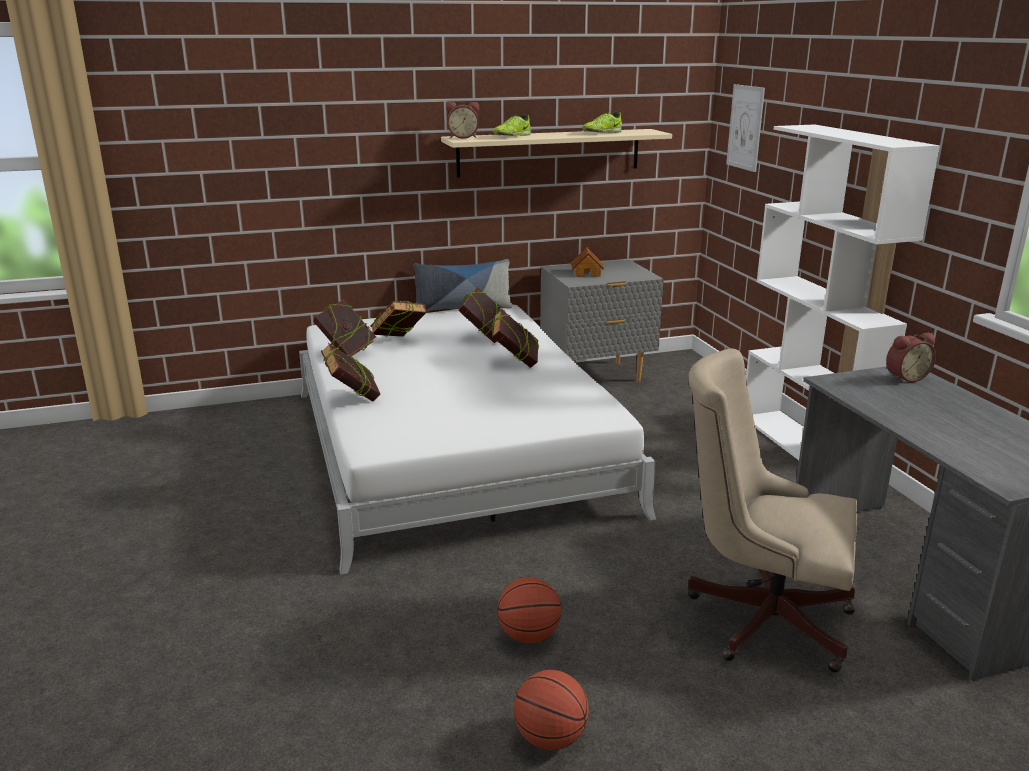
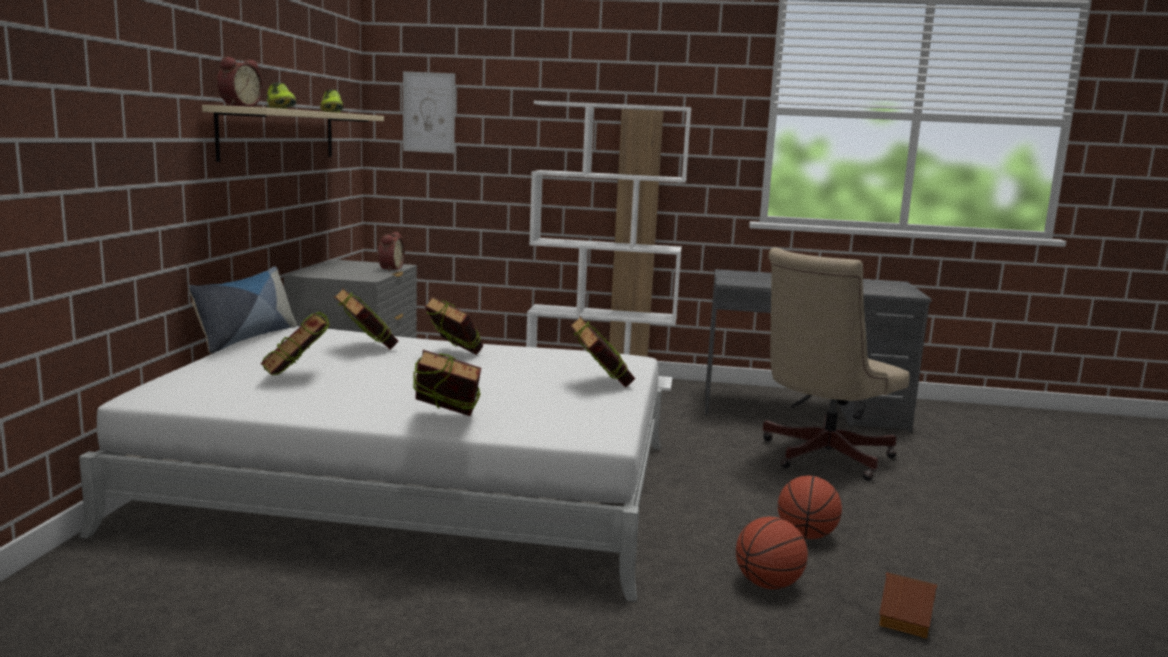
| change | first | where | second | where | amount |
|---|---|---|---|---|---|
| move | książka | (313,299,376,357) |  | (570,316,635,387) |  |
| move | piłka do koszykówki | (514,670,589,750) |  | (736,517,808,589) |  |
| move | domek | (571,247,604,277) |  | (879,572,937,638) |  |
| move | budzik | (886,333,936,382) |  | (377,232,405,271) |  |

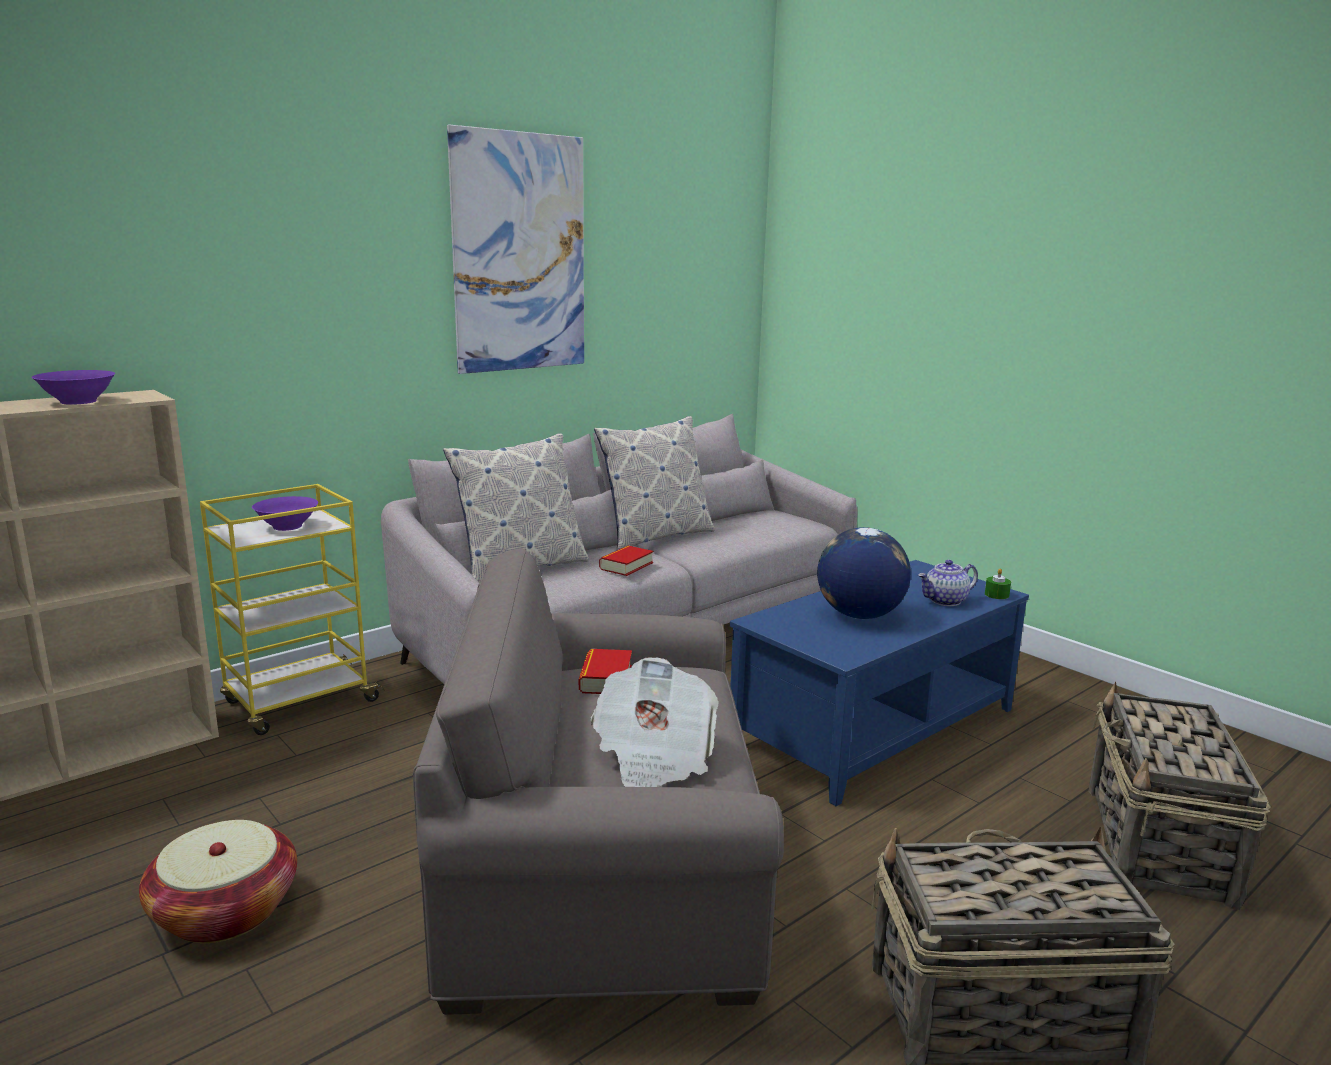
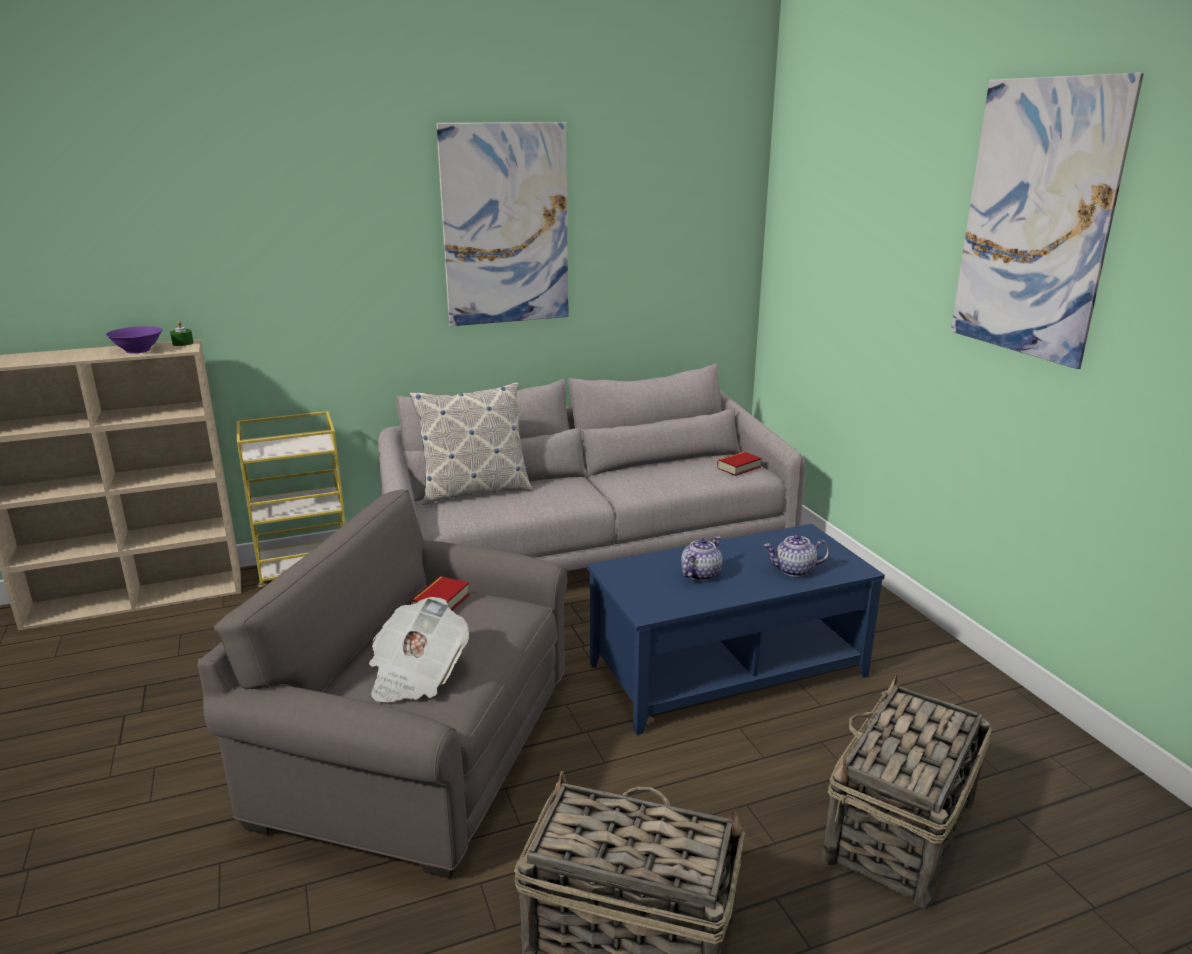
| change | first | where | second | where | amount |
|---|---|---|---|---|---|
| delete | koszyk | (139,820,297,943) |  |  |  |
| delete | miska [fioletowy] | (252,496,318,531) |  |  |  |
| delete | poduszka | (594,416,714,550) |  |  |  |
| insert |  |  | obraz | (951,72,1144,369) |  |
| move | książka | (599,545,653,576) |  | (717,452,762,476) |  |
| move | świeca [zielony] | (985,568,1011,599) |  | (170,321,193,346) |  |
| replace | globus | (817,527,911,619) | imbryk | (681,536,722,581) |  |

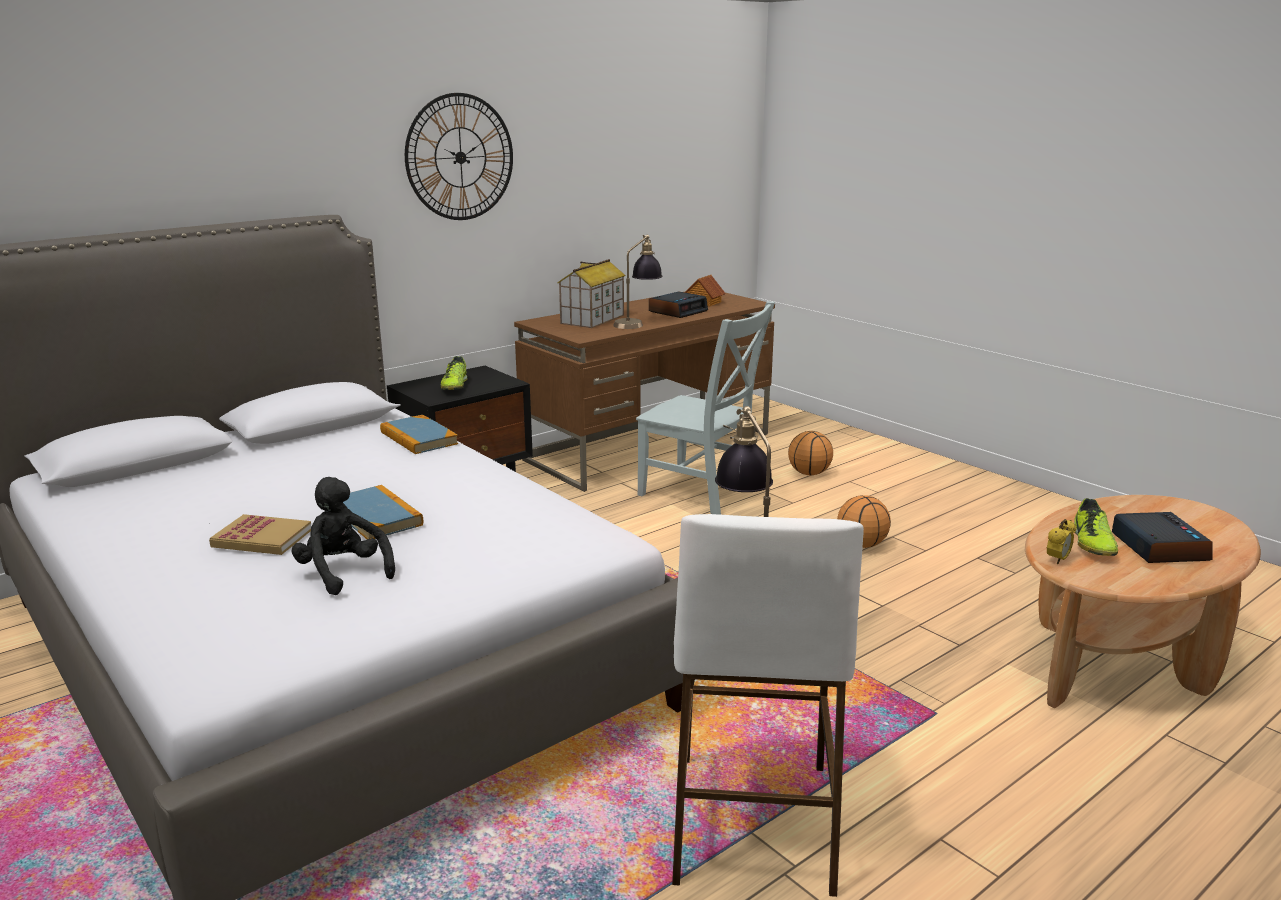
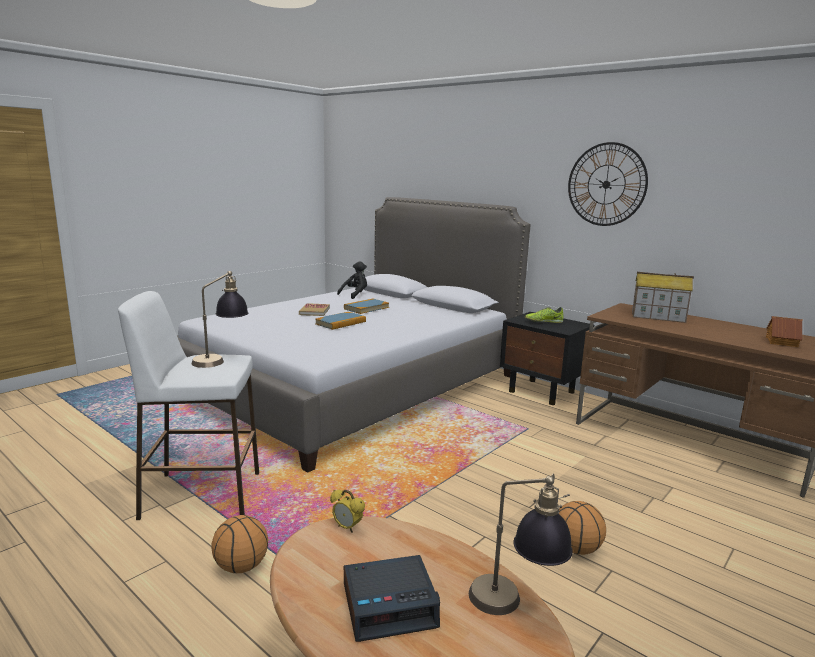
| change | first | where | second | where | amount |
|---|---|---|---|---|---|
| delete | krzesło [szary] | (636,301,775,515) |  |  |  |
| delete | budzik | (649,292,708,318) |  |  |  |
| delete | but | (1074,498,1118,556) |  |  |  |
| move | pluszak [czarny] | (291,477,395,595) |  | (337,261,367,299) |  |
| move | książka | (380,415,458,454) |  | (344,299,389,314) |  |
| move | lampa stołowa | (613,235,662,329) |  | (469,473,573,615) |  |
| move | piłka do koszykówki | (788,431,833,475) |  | (211,515,268,573) |  |

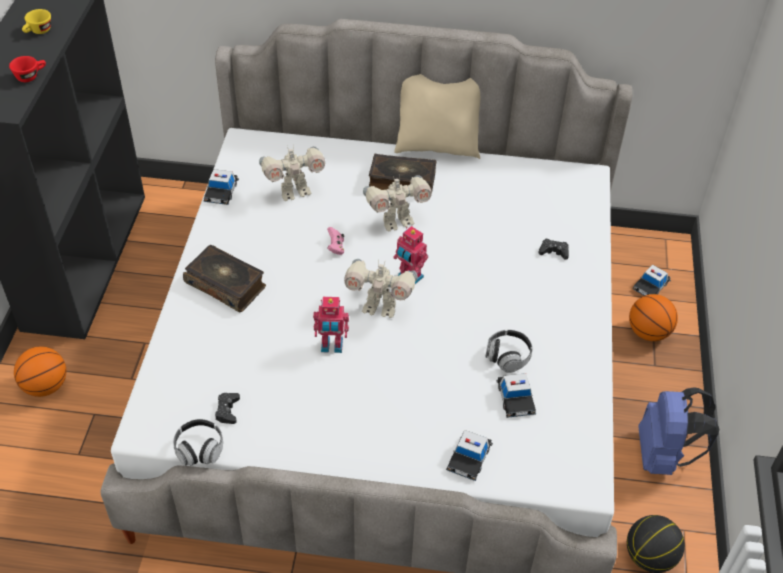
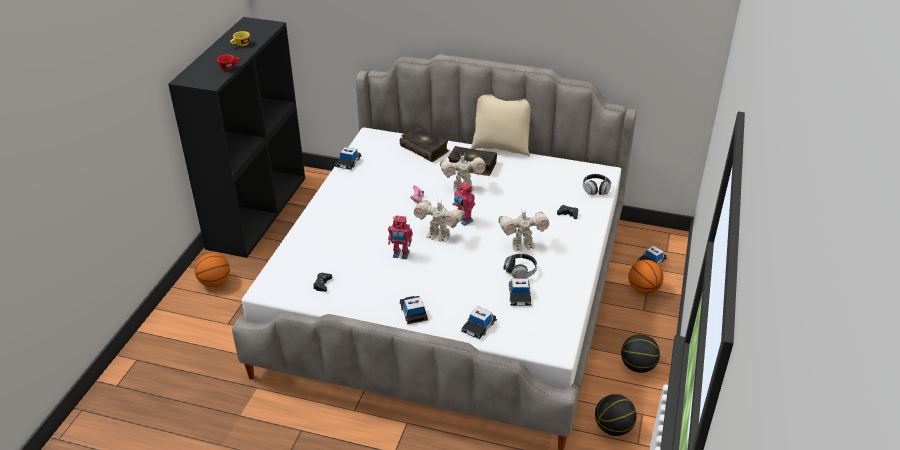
| change | first | where | second | where | amount |
|---|---|---|---|---|---|
| insert |  |  | samochodzik | (399,296,428,325) |  |
| move | słuchawki | (173,419,223,466) |  | (583,174,611,195) |  |
| move | książka | (183,245,266,312) |  | (400,126,449,162) |  |
| move | robot zabawkowy | (259,146,325,201) |  | (498,208,549,251) |  |
| replace | plecak [niebieski] | (638,387,720,475) | piłka do koszykówki | (621,334,660,373) |  |

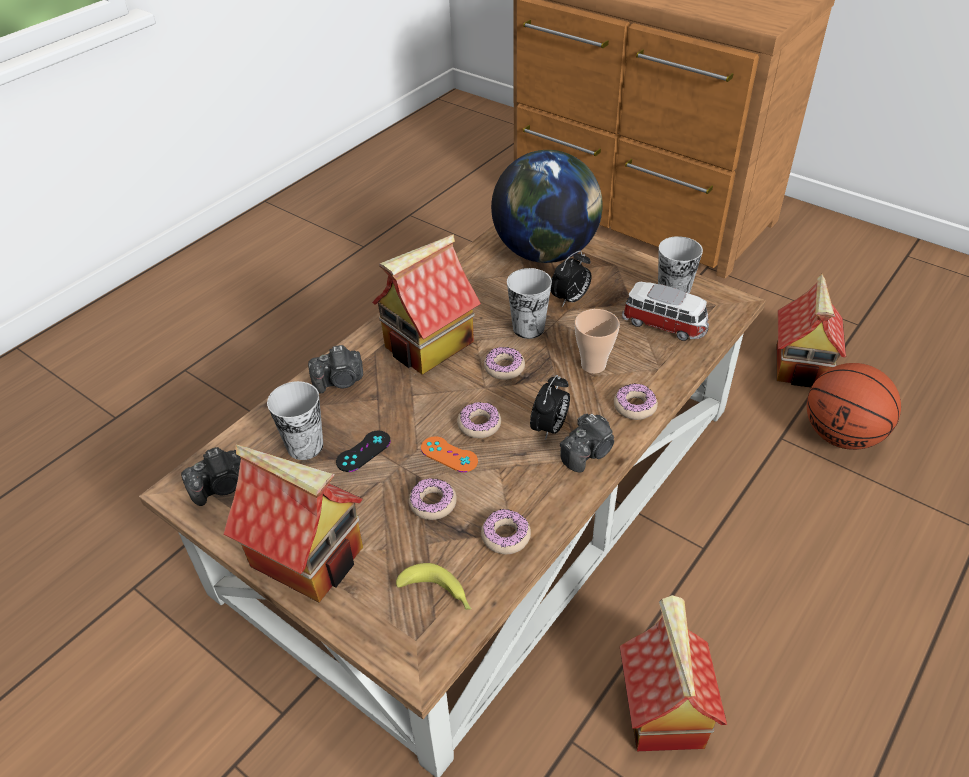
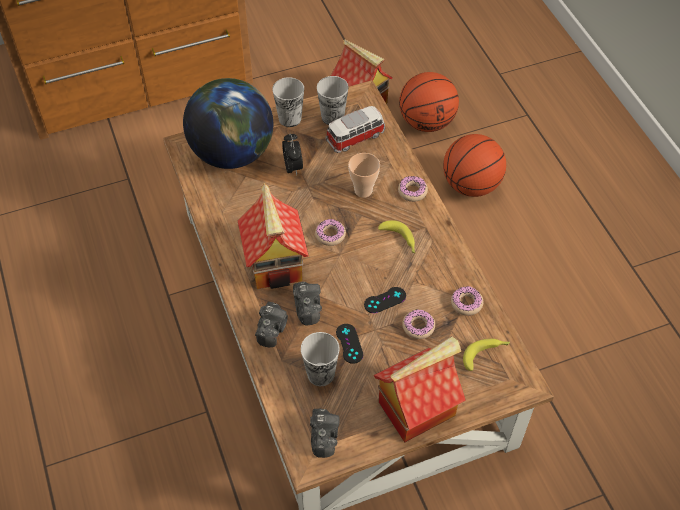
| change | first | where | second | where | amount |
|---|---|---|---|---|---|
| delete | donut | (457,402,501,438) |  |  |  |
| delete | domek | (620,595,727,751) |  |  |  |
| insert |  |  | piłka do koszykówki | (443,134,506,197) |  |
| move | filiżanka | (507,268,552,339) |  | (272,77,304,127) |  |
| move | aparat fotograficzny | (560,414,614,473) |  | (293,282,322,326) |  |
| replace | budzik | (530,375,570,440) | banan | (378,220,415,253) |  |
| recolor | pad do gier [pomarańczowy] | (421,436,478,472) | pad do gier [czarny] | (364,287,406,313) |  |

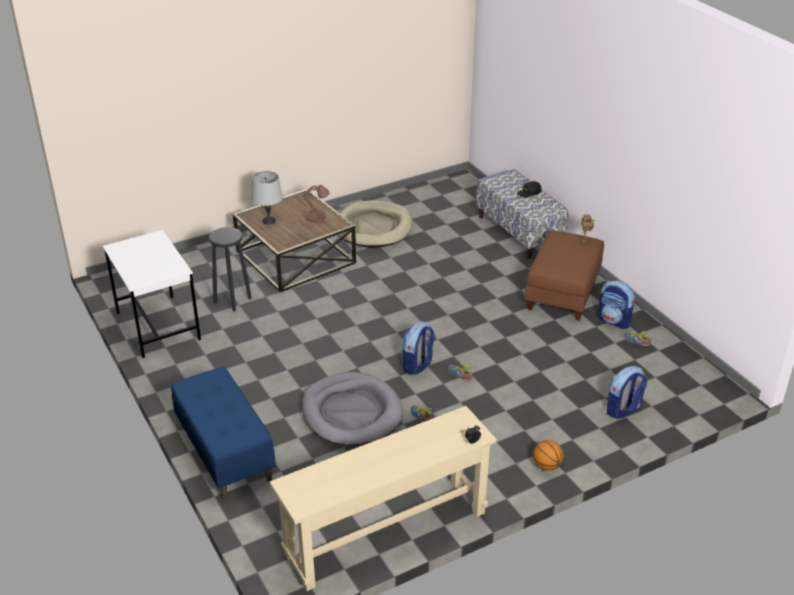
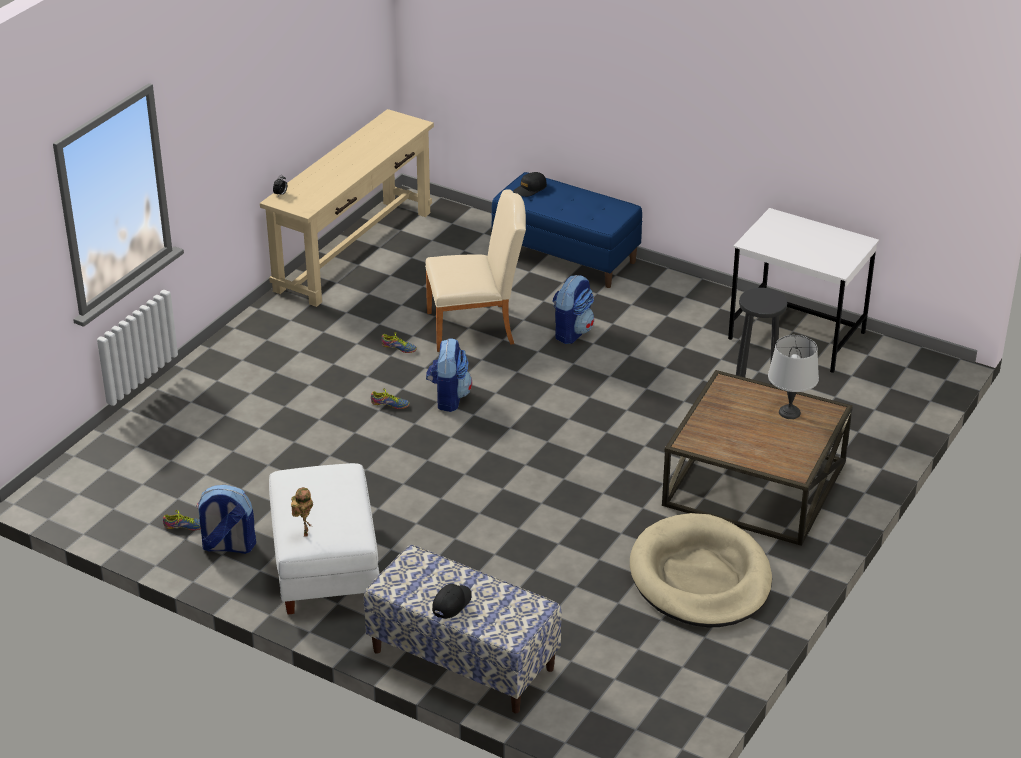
| change | first | where | second | where | amount |
|---|---|---|---|---|---|
| delete | lampa stołowa [brązowy] | (302,185,330,223) |  |  |  |
| delete | piłka do koszykówki | (533,440,564,471) |  |  |  |
| insert |  |  | czapka z daszkiem [czarny] | (513,172,547,197) |  |
| move | plecak | (607,366,647,419) |  | (552,275,594,344) |  |
| replace | legowisko [szary] | (302,372,403,446) | krzesło [beżowy] | (425,189,526,352) |  |
| recolor | pufa [brązowy] | (524,231,604,321) | pufa [biały] | (269,463,379,614) |  |

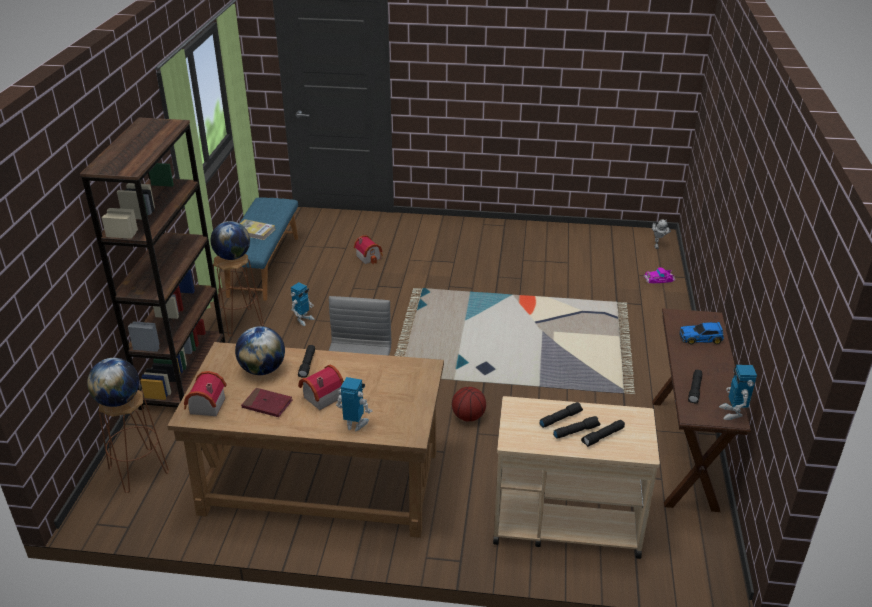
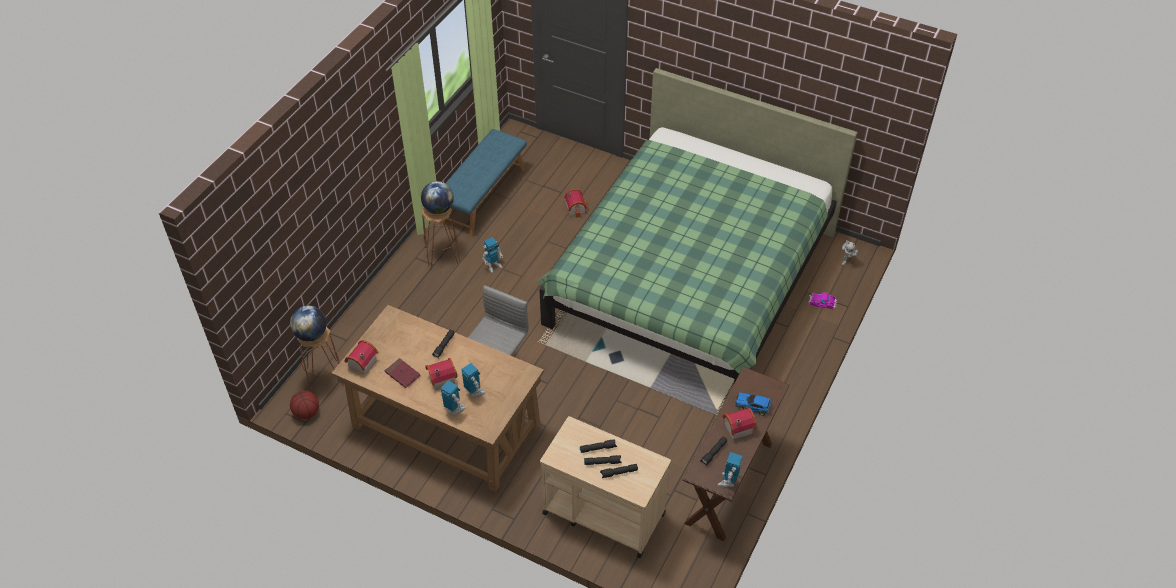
| change | first | where | second | where | amount |
|---|---|---|---|---|---|
| delete | regał [brązowy] | (80,118,225,410) |  |  |  |
| delete | globus | (235,326,285,375) |  |  |  |
| delete | książka | (240,219,275,240) |  |  |  |
| insert |  |  | robot zabawkowy | (462,363,486,398) |  |
| insert |  |  | łóżko [zielony] | (537,68,857,383) |  |
| insert |  |  | domek | (722,407,756,440) |  |
| move | piłka do koszykówki | (452,387,486,422) |  | (290,391,319,419) |  |

